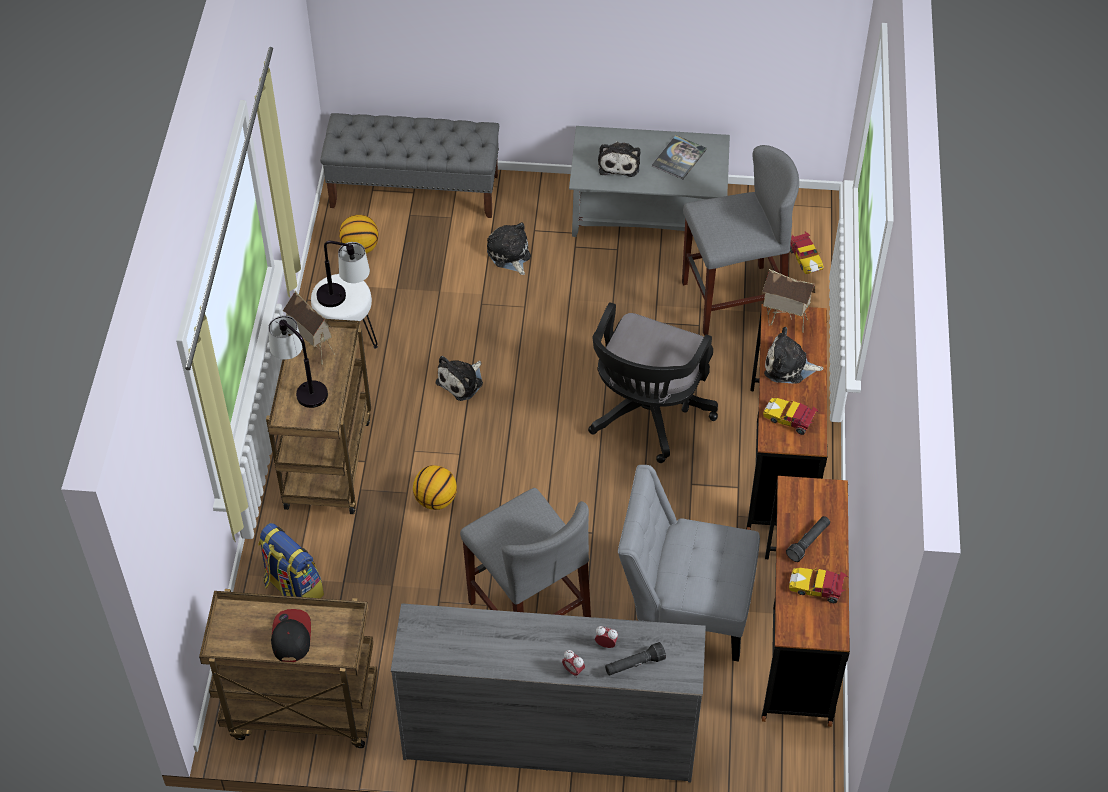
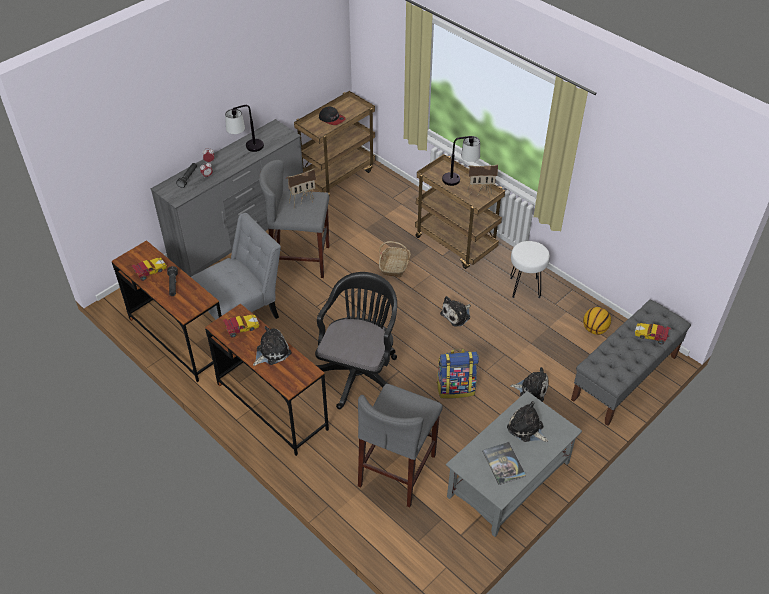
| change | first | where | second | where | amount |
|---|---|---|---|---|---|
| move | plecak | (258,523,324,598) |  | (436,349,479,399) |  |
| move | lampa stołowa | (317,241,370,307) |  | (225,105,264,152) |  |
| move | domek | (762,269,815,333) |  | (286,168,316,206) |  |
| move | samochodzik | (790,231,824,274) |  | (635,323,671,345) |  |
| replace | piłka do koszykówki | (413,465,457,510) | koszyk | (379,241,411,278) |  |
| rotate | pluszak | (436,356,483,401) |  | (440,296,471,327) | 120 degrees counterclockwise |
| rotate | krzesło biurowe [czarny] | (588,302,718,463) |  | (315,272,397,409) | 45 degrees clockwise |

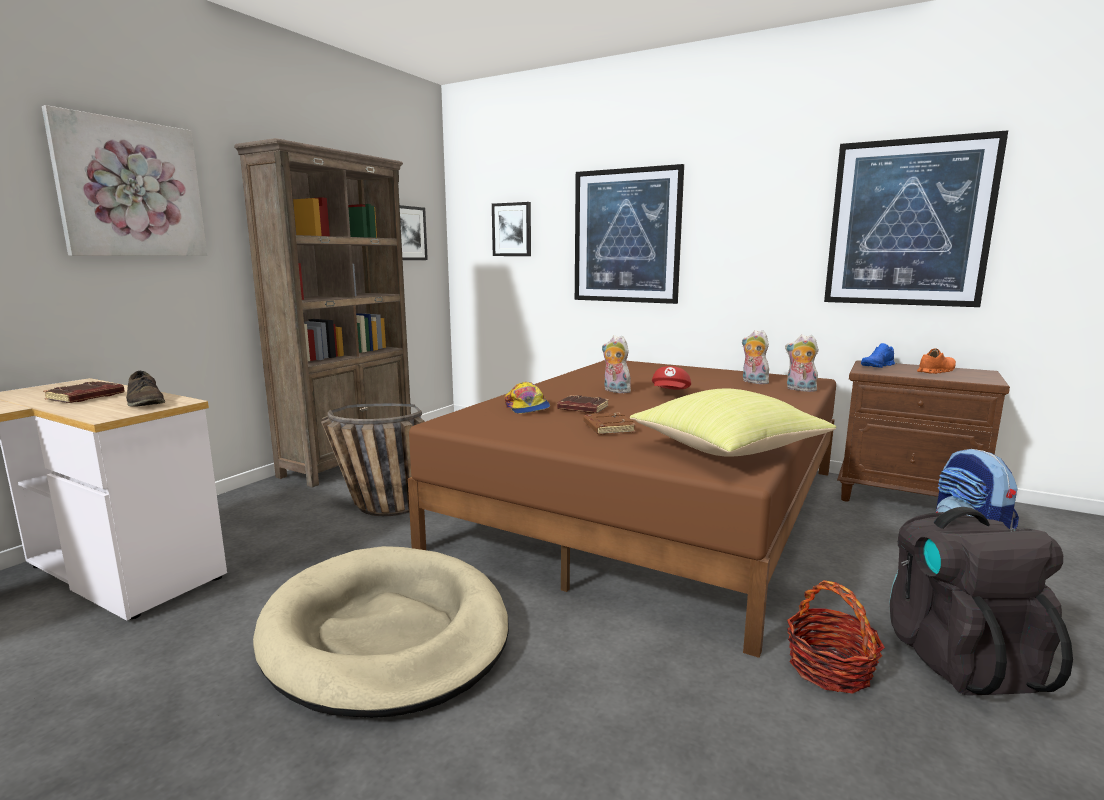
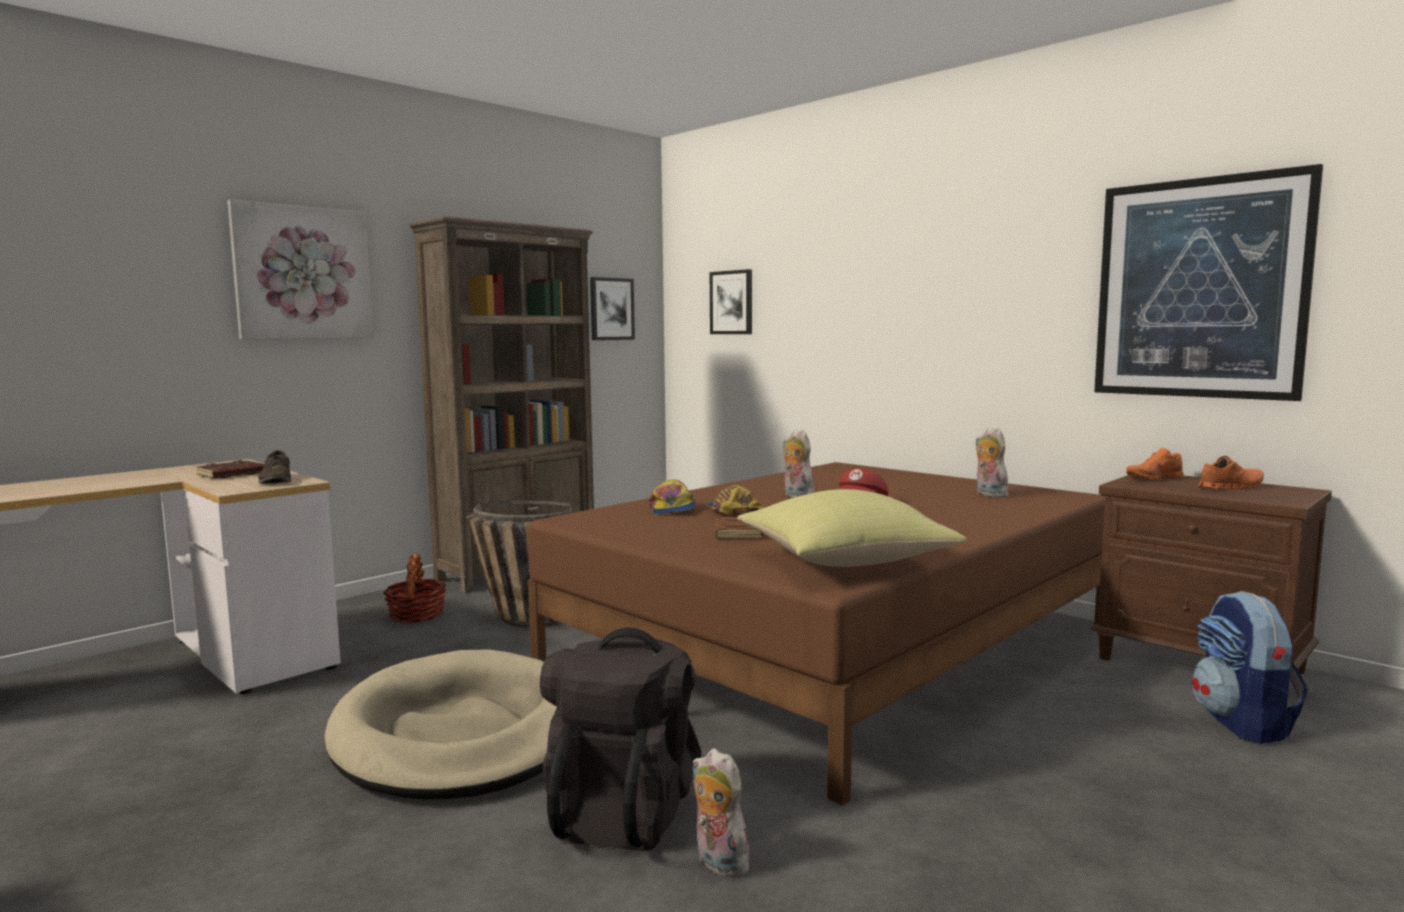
| change | first | where | second | where | amount |
|---|---|---|---|---|---|
| delete | obraz | (575,164,684,304) |  |  |  |
| move | pluszak | (785,335,819,392) |  | (692,748,751,878) |  |
| move | koszyk | (787,580,885,694) |  | (383,554,446,623) |  |
| move | plecak [czarny] | (890,507,1073,695) |  | (540,627,701,851) |  |
| replace | książka [brązowy] | (557,395,609,413) | czapka z daszkiem | (705,485,764,515) |  |
| recolor | but [niebieski] | (861,343,895,368) | but [pomarańczowy] | (1126,448,1184,481) |  |

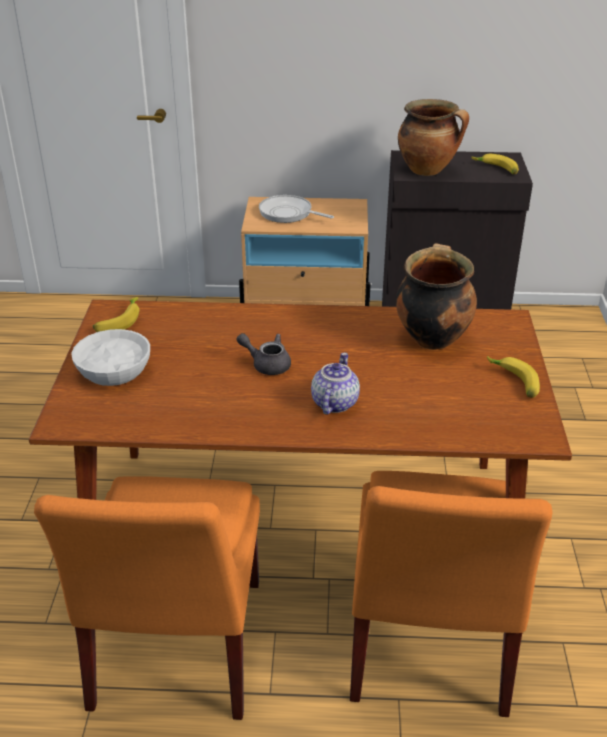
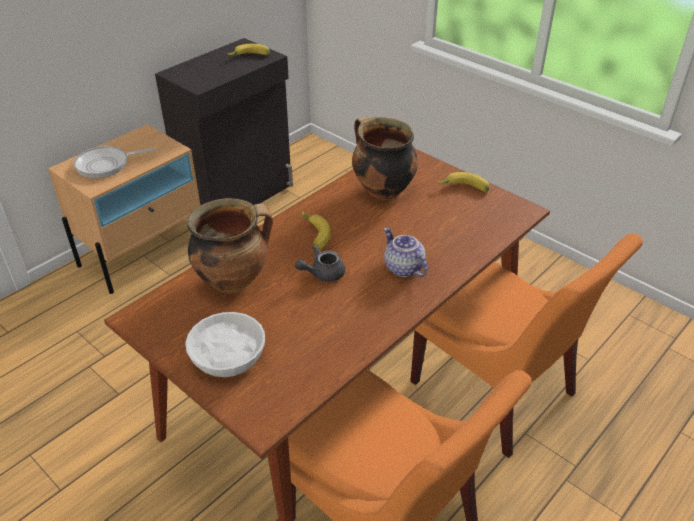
| change | first | where | second | where | amount |
|---|---|---|---|---|---|
| move | banan | (93,297,140,332) |  | (302,211,331,250) |  |
| move | garnek | (398,99,469,176) |  | (187,198,273,293) |  |

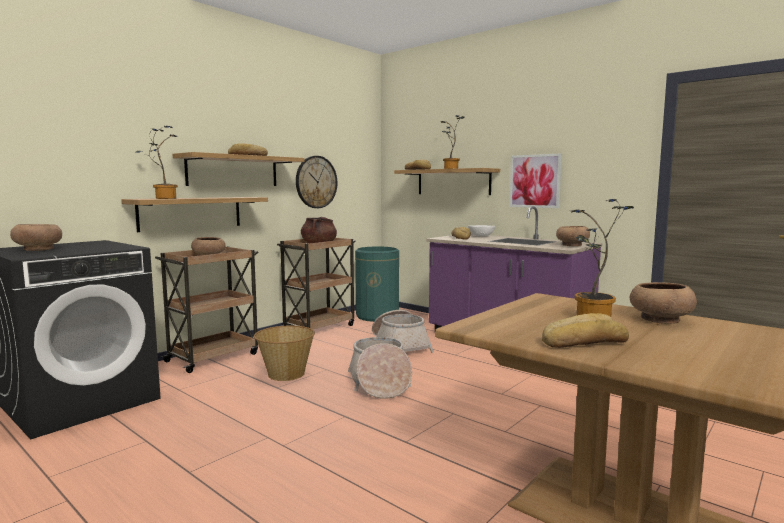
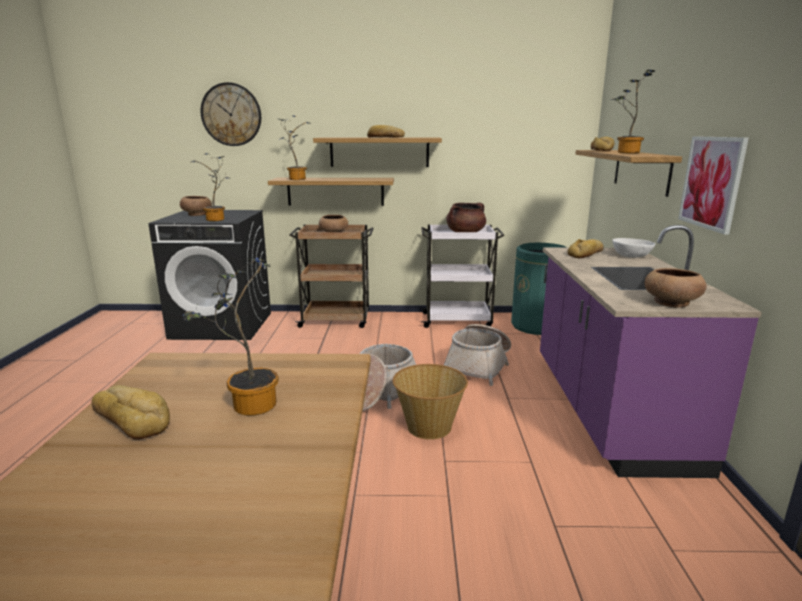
| change | first | where | second | where | amount |
|---|---|---|---|---|---|
| delete | miska [brązowy] | (630,282,697,324) |  |  |  |
| insert |  |  | roślina doniczkowa | (190,153,231,221) |  |
| move | koszyk | (254,326,315,381) |  | (393,364,468,440) |  |
| move | zegar ścienny | (296,156,337,208) |  | (201,82,261,146) |  |
| recolor | wózek [brązowy] | (277,238,356,329) | wózek [biały] | (420,224,505,328) |  |

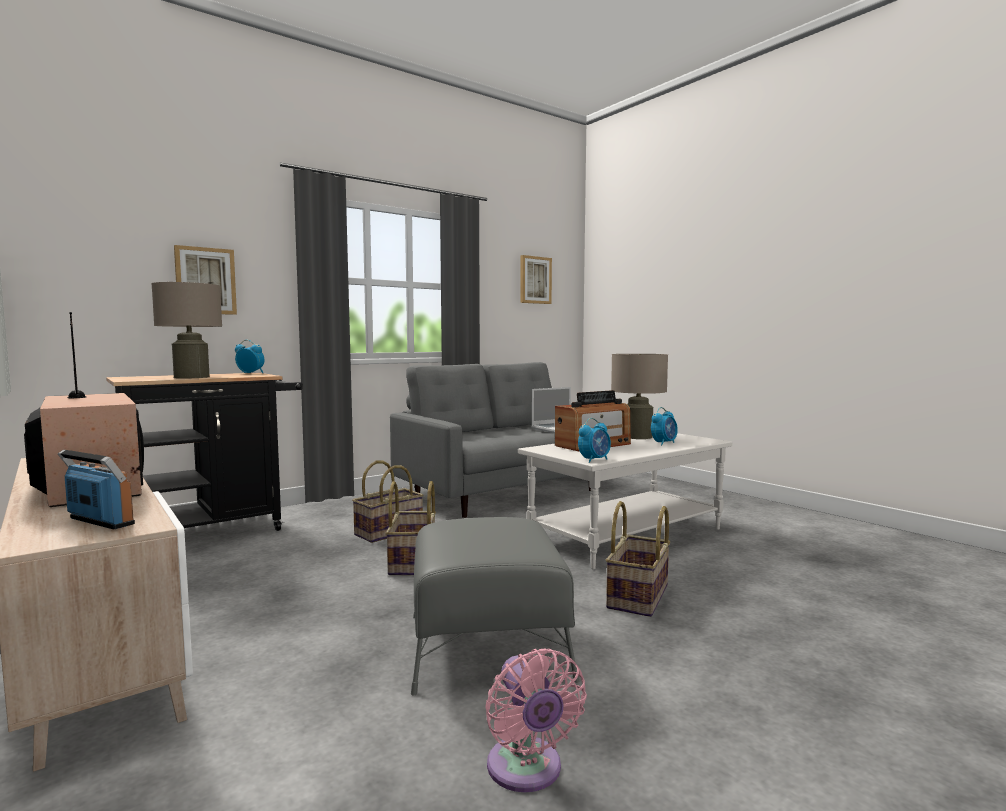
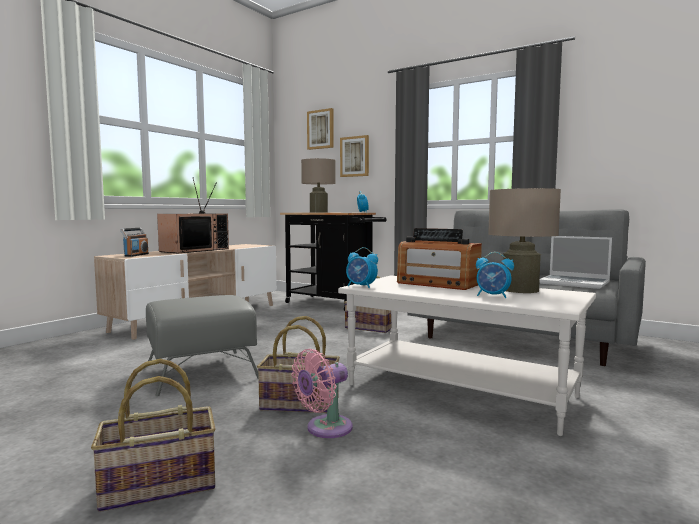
| change | first | where | second | where | amount |
|---|---|---|---|---|---|
| move | koszyk | (386,481,436,575) |  | (91,359,215,512) |  |
| move | wentylator [różowy] | (485,648,587,793) |  | (292,349,353,438) |  |
| move | obraz | (520,255,552,304) |  | (307,108,334,150) |  |

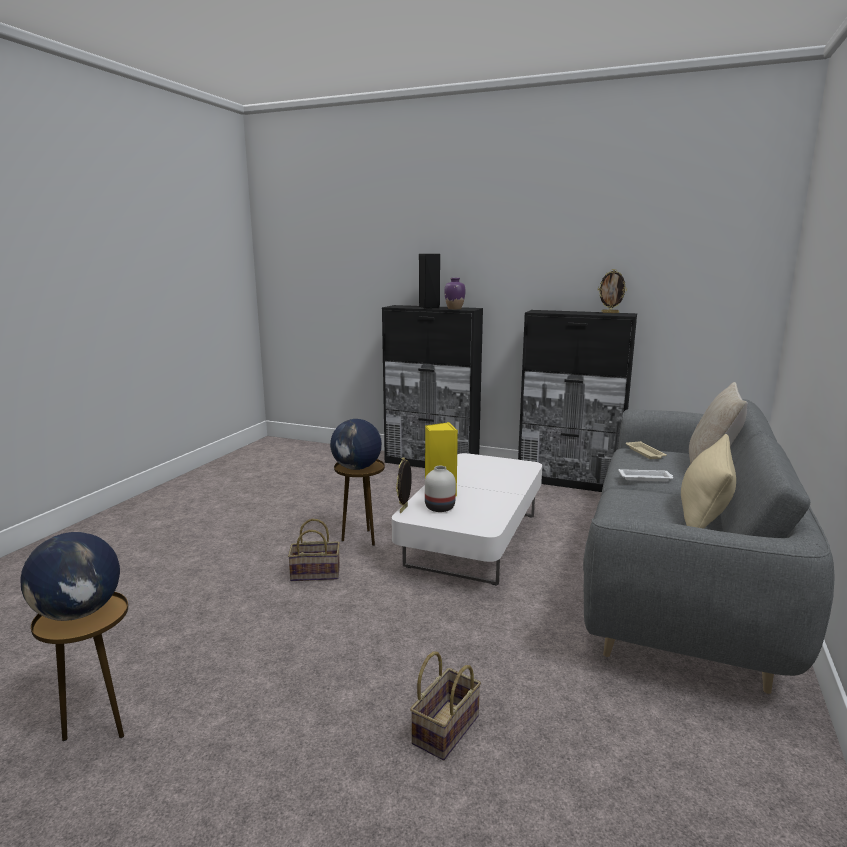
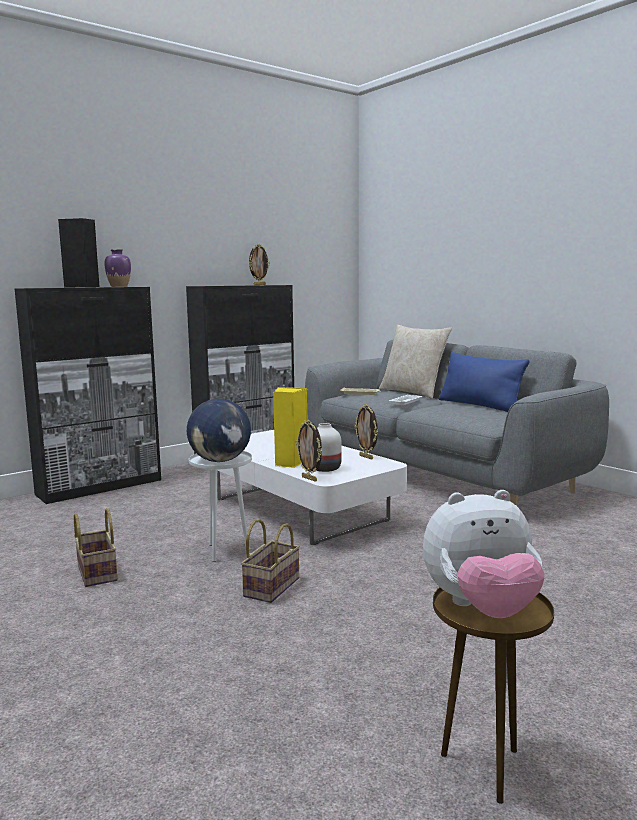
| change | first | where | second | where | amount |
|---|---|---|---|---|---|
| insert |  |  | ramka na zdjęcie | (354,404,378,460) |  |
| move | koszyk | (410,652,481,760) |  | (74,508,118,587) |  |
| replace | globus | (20,532,120,621) | pluszak | (423,490,545,618) |  |
| recolor | stolik [brązowy] | (334,459,385,546) | stolik [biały] | (189,451,252,562) |  |
| recolor | poduszka [beżowy] | (681,434,736,529) | poduszka [niebieski] | (438,352,529,412) |  |

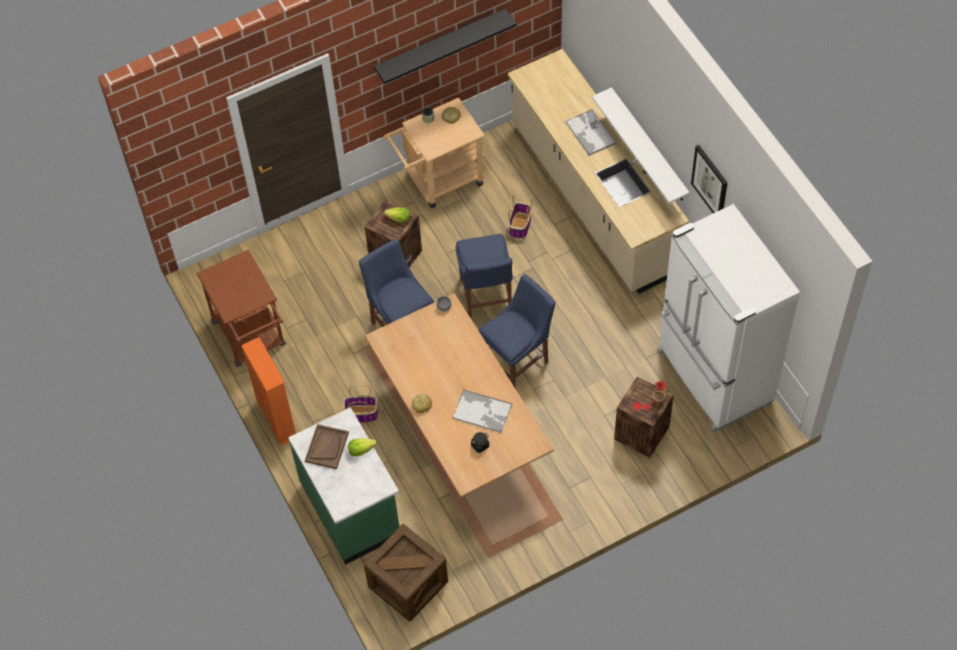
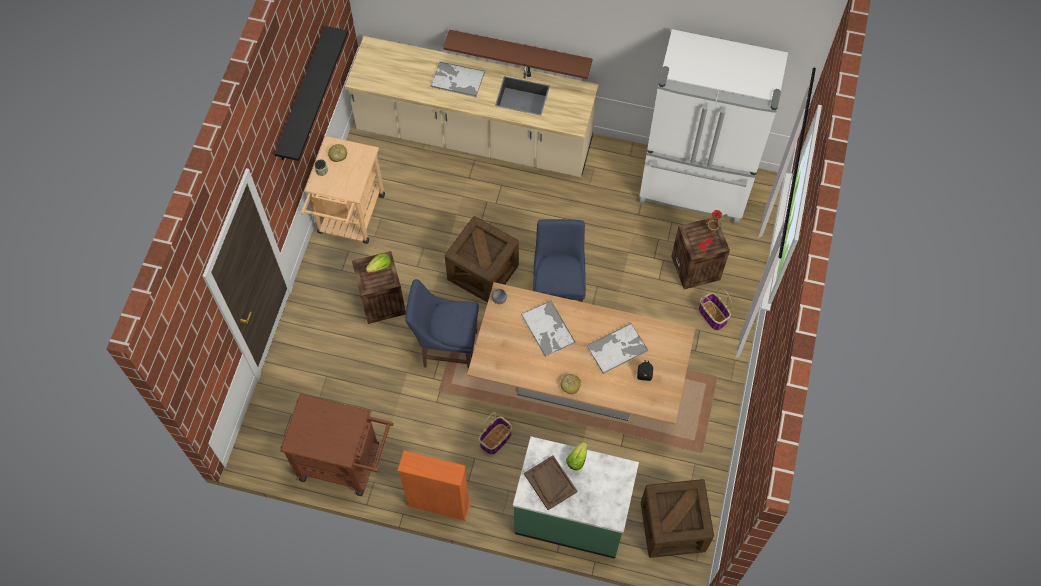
| change | first | where | second | where | amount |
|---|---|---|---|---|---|
| delete | obraz | (691,145,728,213) |  |  |  |
| insert |  |  | taca | (521,300,575,357) |  |
| move | koszyk | (509,196,532,238) |  | (699,288,732,331) |  |
| replace | krzesło [niebieski] | (456,234,513,318) | skrzynka | (445,216,519,303) |  |
| recolor | półka [biały] | (592,87,689,204) | półka [brązowy] | (443,29,592,79) |  |

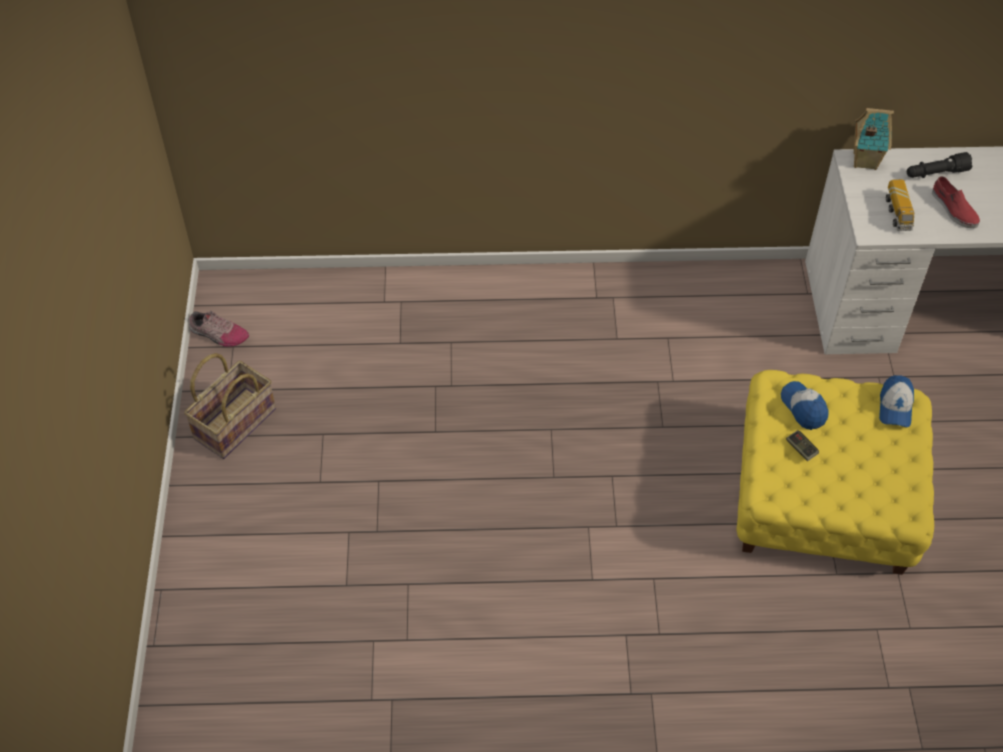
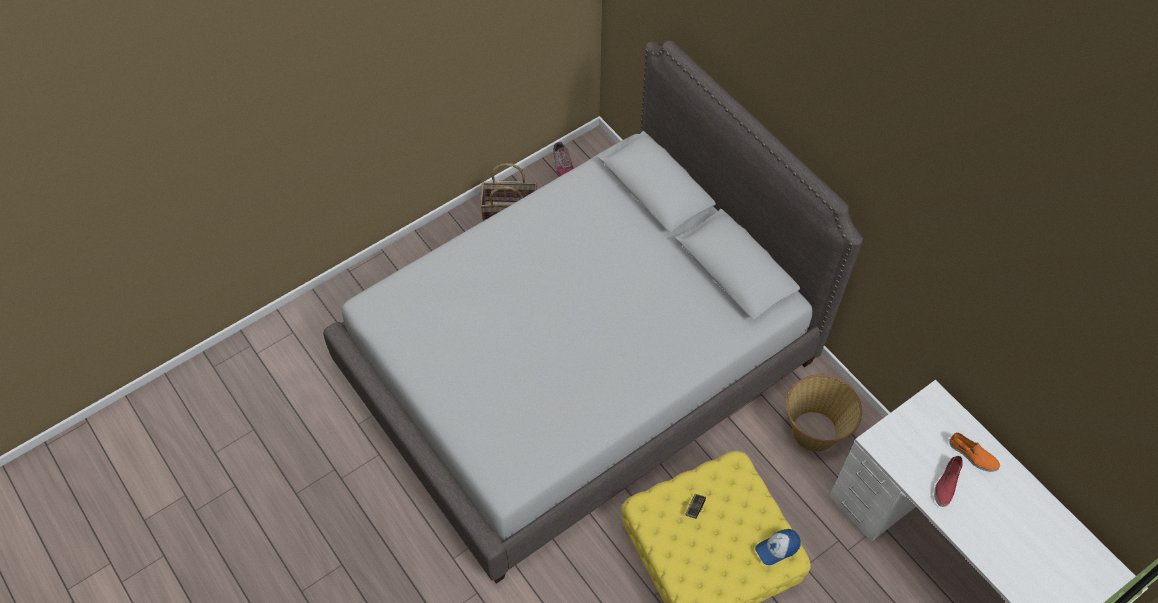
| change | first | where | second | where | amount |
|---|---|---|---|---|---|
| delete | czapka z daszkiem | (781,381,829,430) |  |  |  |
| delete | domek | (854,108,894,170) |  |  |  |
| delete | ciężarówka zabawkowa | (886,179,914,231) |  |  |  |
| insert |  |  | łóżko [szary] | (323,41,863,584) |  |
| insert |  |  | koszyk | (786,374,862,452) |  |
| replace | latarka [czarny] | (907,152,973,178) | but [pomarańczowy] | (949,432,1000,472) |  |

